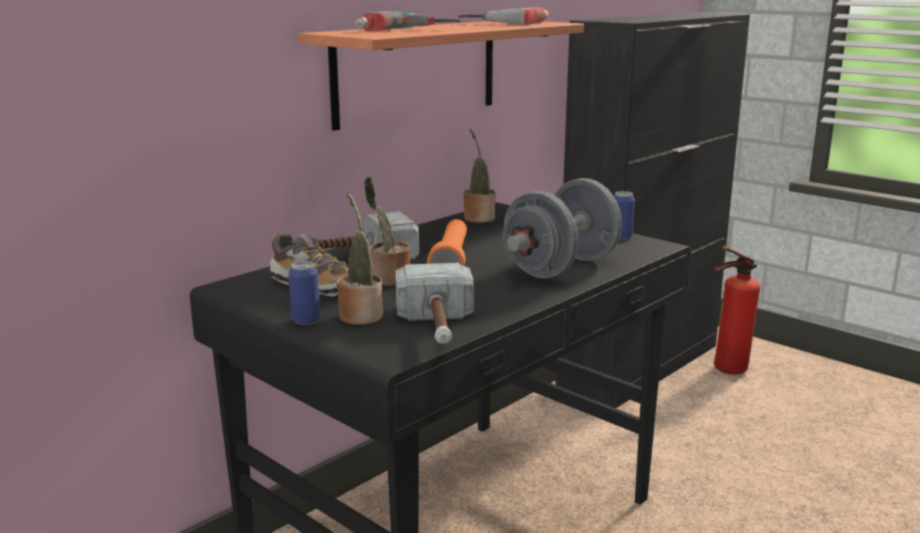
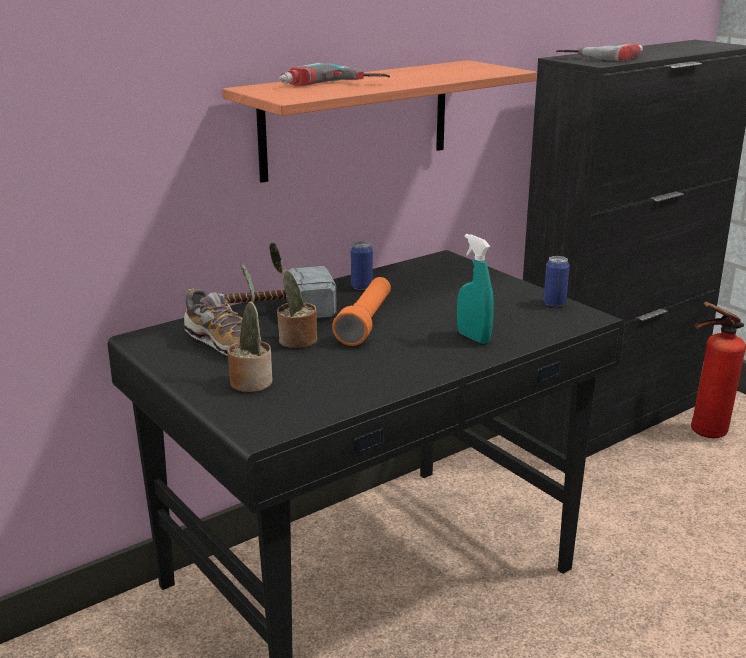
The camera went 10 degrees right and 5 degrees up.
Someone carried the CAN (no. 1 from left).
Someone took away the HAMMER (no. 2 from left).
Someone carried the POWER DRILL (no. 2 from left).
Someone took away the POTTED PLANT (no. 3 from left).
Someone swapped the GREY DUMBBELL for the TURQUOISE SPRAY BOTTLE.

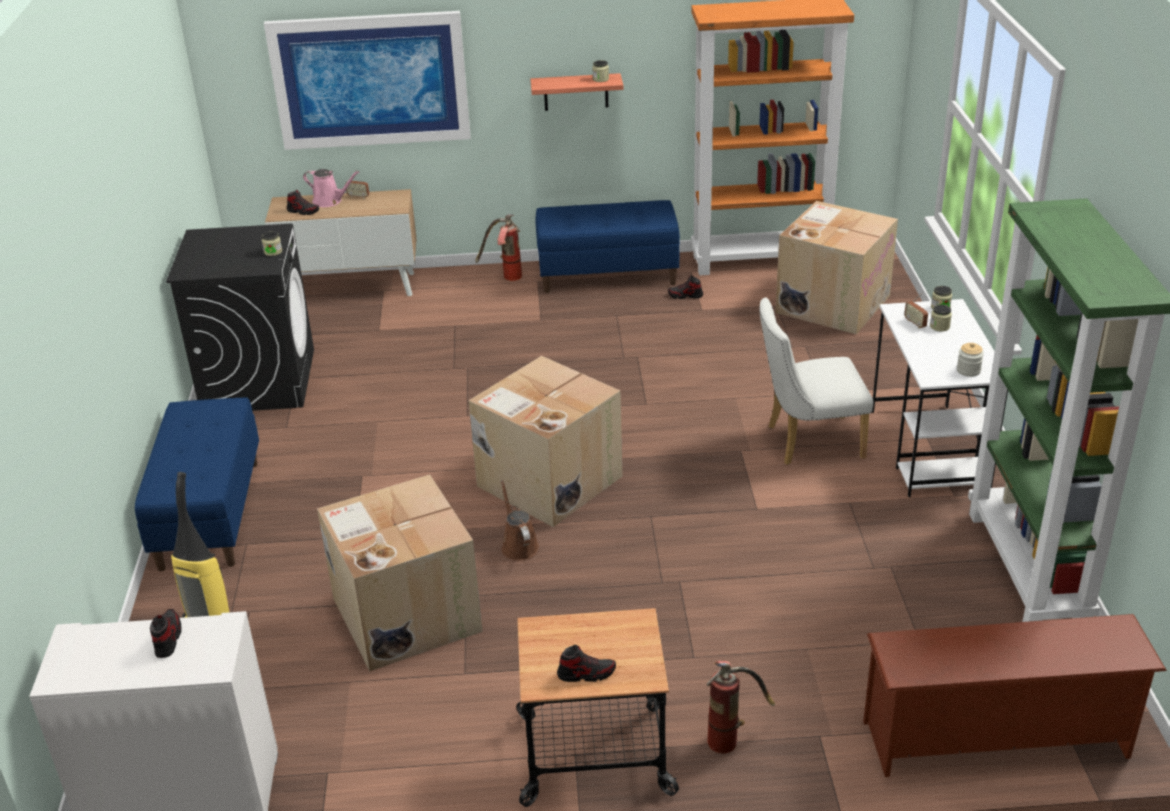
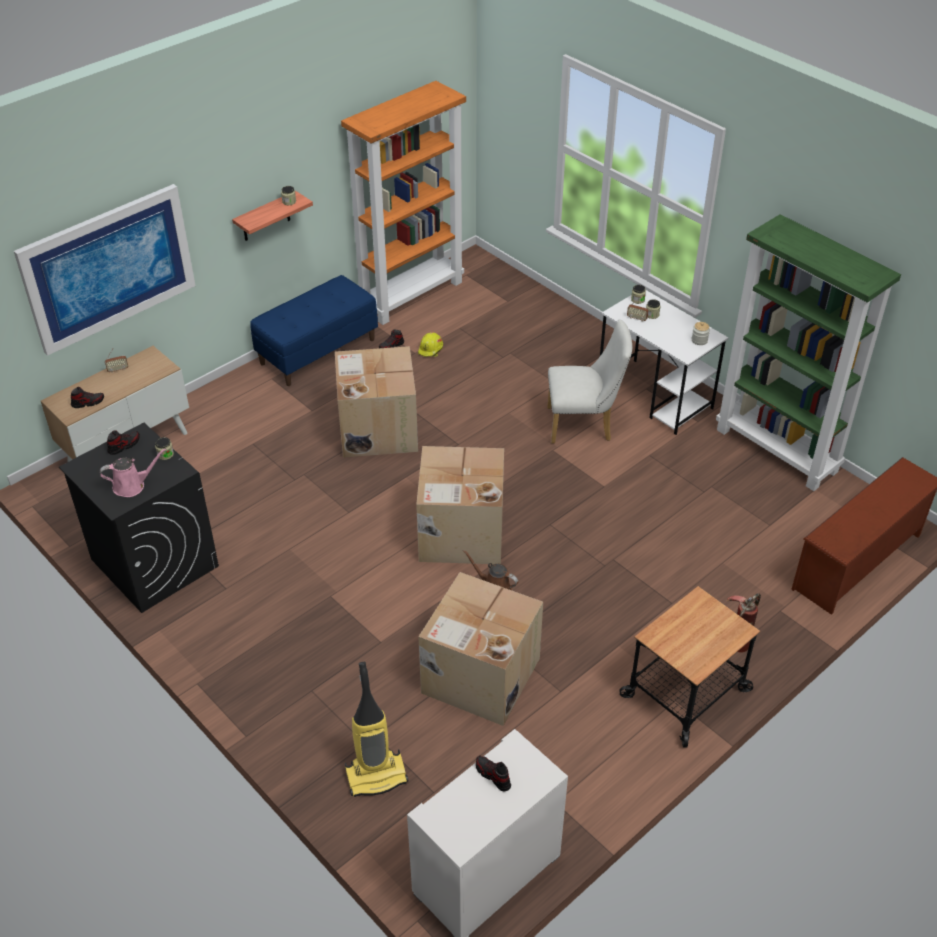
The camera went 40 degrees left and 10 degrees up.
Someone took away the BLUE BENCH (no. 1 from left).
Someone carried the PINK WATERING CAN.
Someone took away the FIRE EXTINGUISHER (no. 1 from left).
Someone carried the SHOE (no. 3 from left in the first image).
Someone rotated the WHITE CHAIR by 135 degrees counterclockwise.
Someone carried the CARDBOARD BOX (no. 3 from left in the first image).
Someone put down the YELLOW HARD HAT.

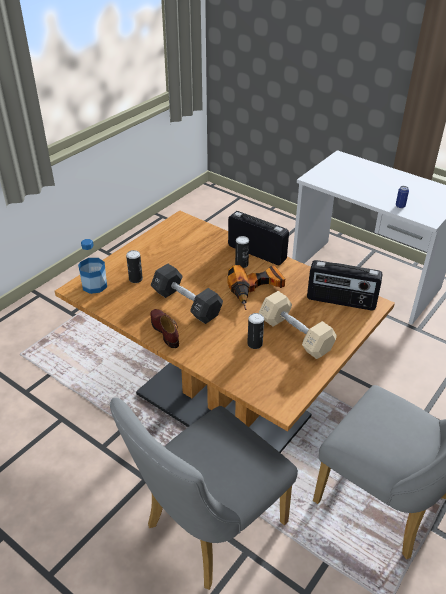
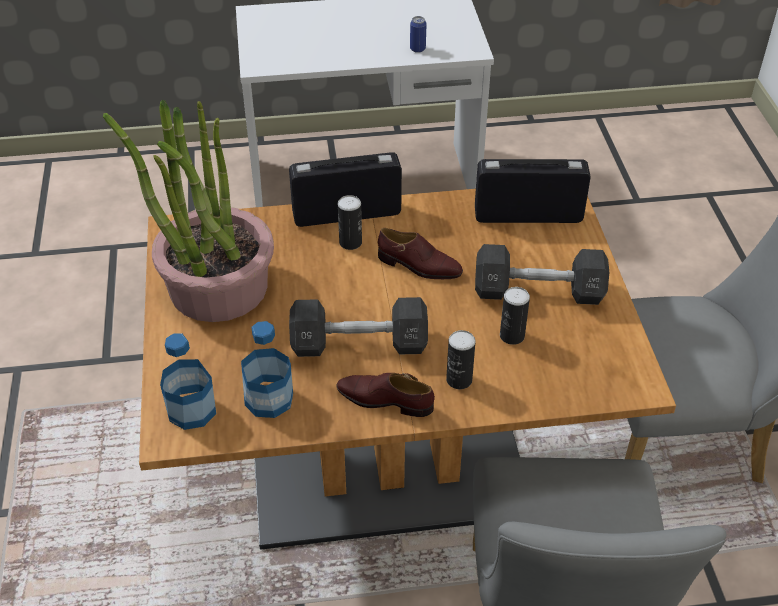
The camera went 45 degrees left and 5 degrees up.
Someone carried the CAN (no. 1 from left in the first image).
Someone swapped the POWER DRILL for the BROWN SHOE (no. 2 from left).
Someone repainted the BEIGE DUMBBELL, which became the BLACK DUMBBELL (no. 2 from left).
Someone rotated the RADIO (no. 2 from left) by 150 degrees counterclockwise.
Someone put down the POTTED PLANT.
Someone put down the BOTTLE (no. 2 from left).

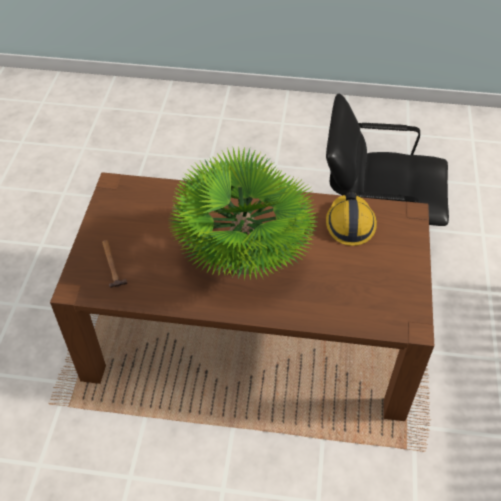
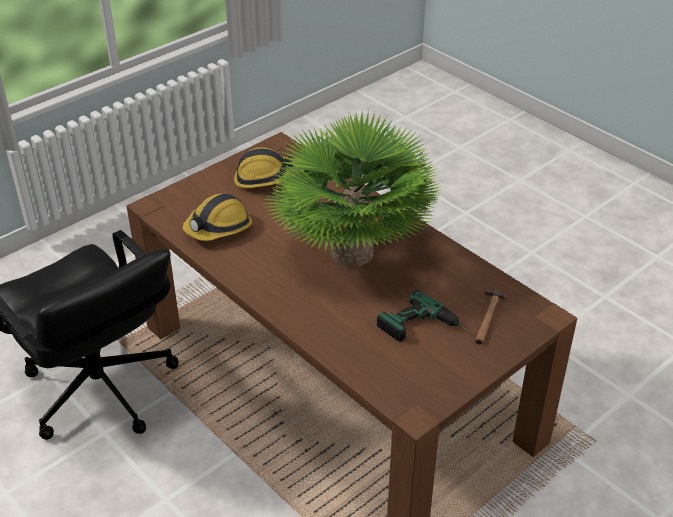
The camera went 140 degrees left and 10 degrees down.
Someone put down the HARD HAT (no. 2 from left).
Someone put down the POWER DRILL.

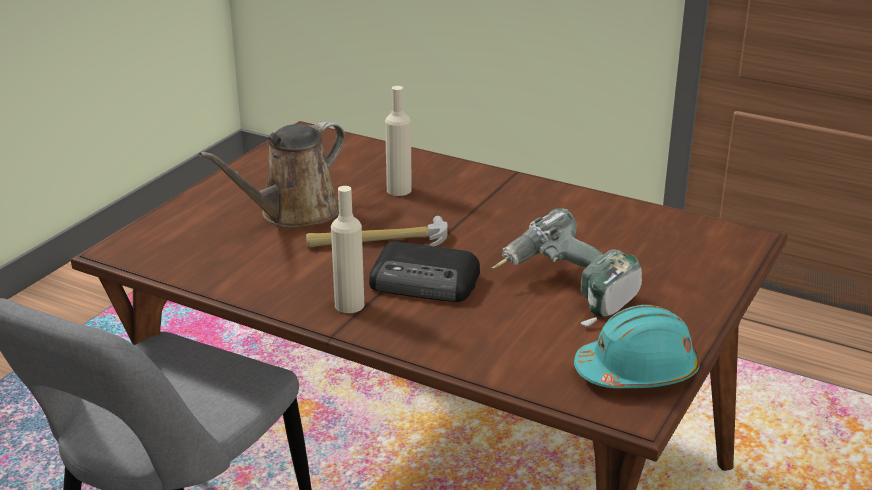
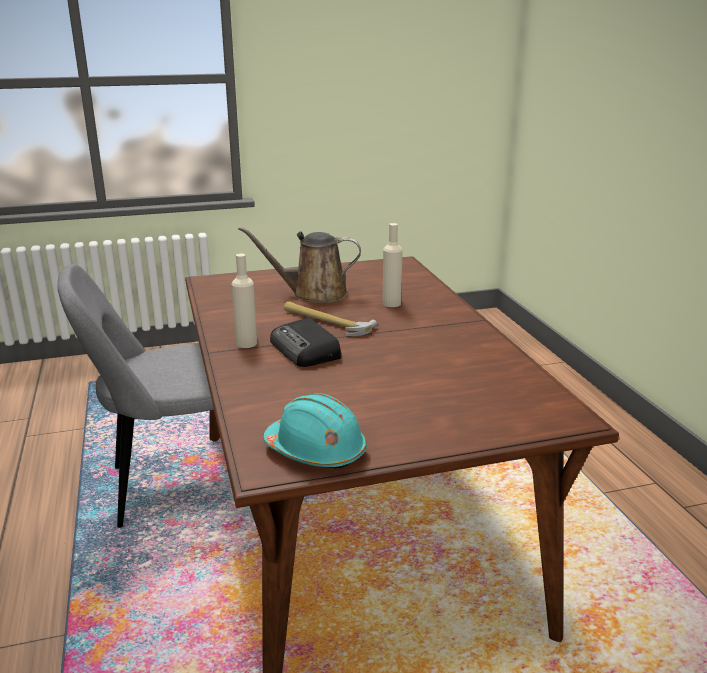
The camera went 45 degrees right and 5 degrees down.
Someone took away the POWER DRILL.

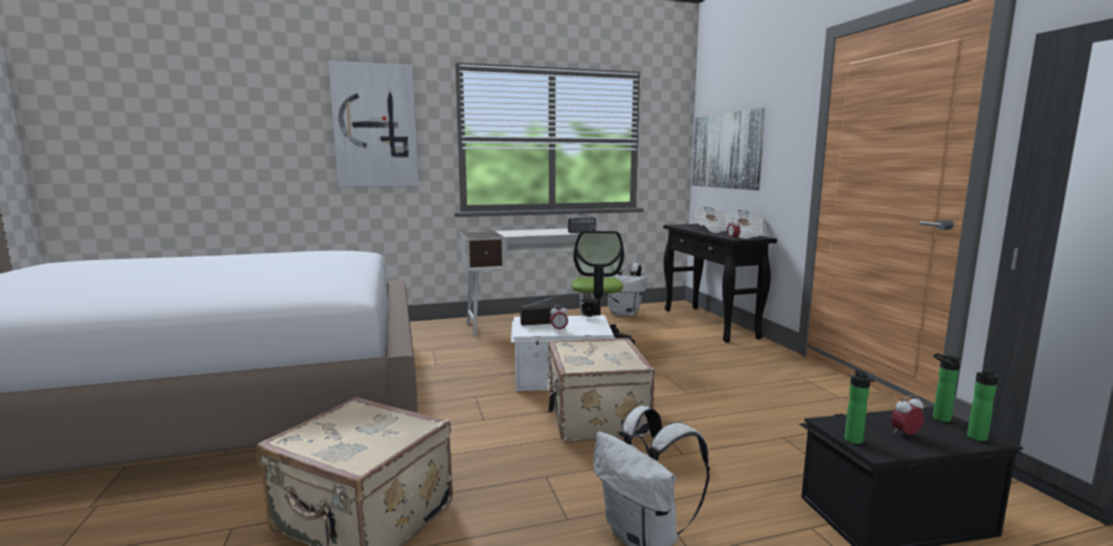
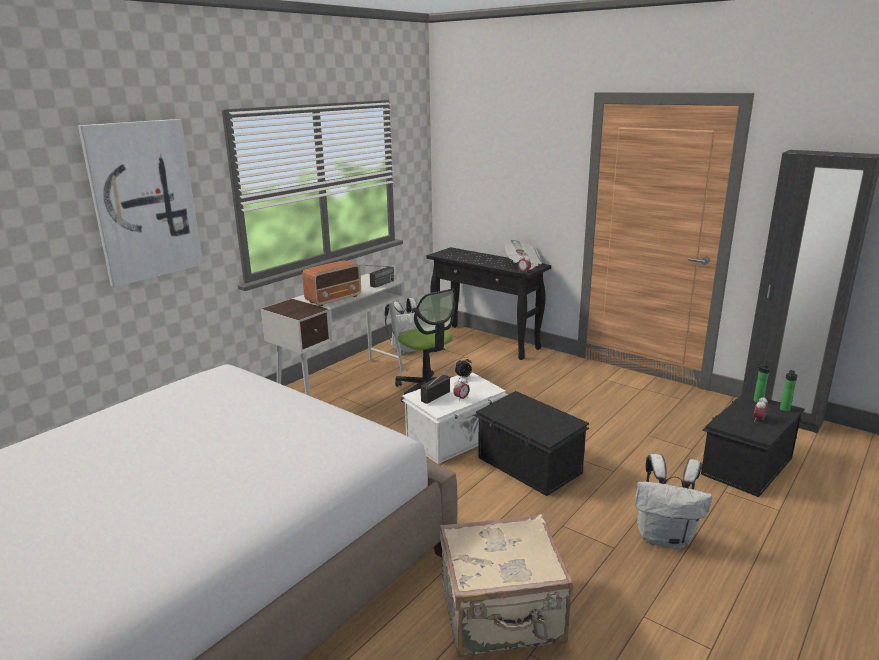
The camera went 35 degrees left and 10 degrees up.
Someone swapped the BEIGE SUITCASE (no. 2 from left) for the BLACK STORAGE BOX (no. 1 from left).
Someone took away the PICTURE (no. 2 from left).
Someone took away the NEWSPAPER (no. 1 from left).
Someone took away the BOTTLE (no. 1 from left).
Someone put down the RADIO (no. 1 from left).

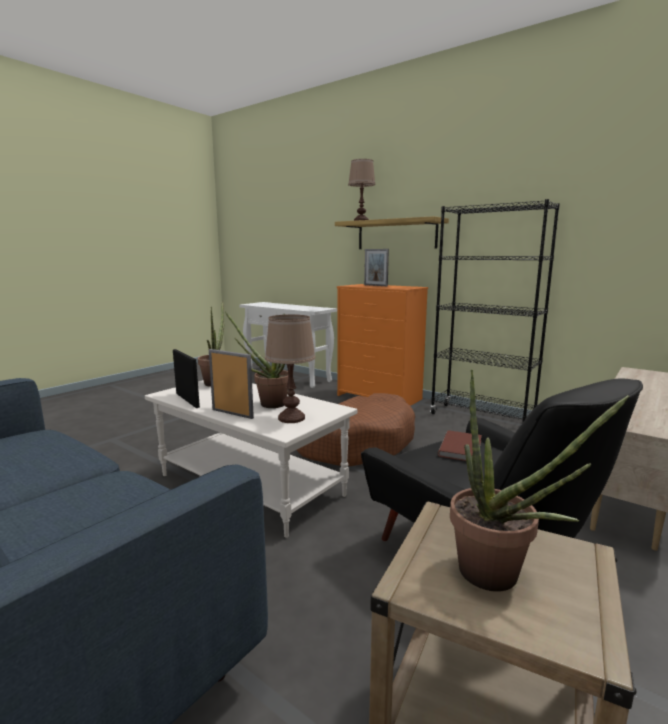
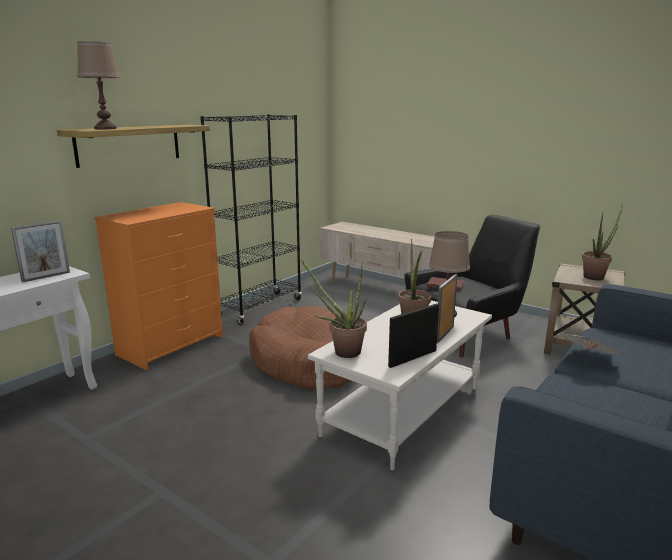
The camera went 90 degrees left and 5 degrees up.
Someone carried the PICTURE FRAME (no. 3 from left in the first image).
Someone put down the NEWSPAPER.

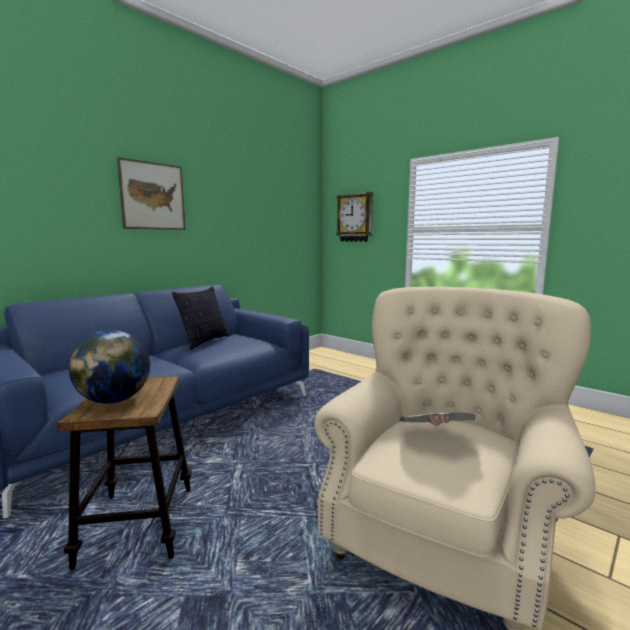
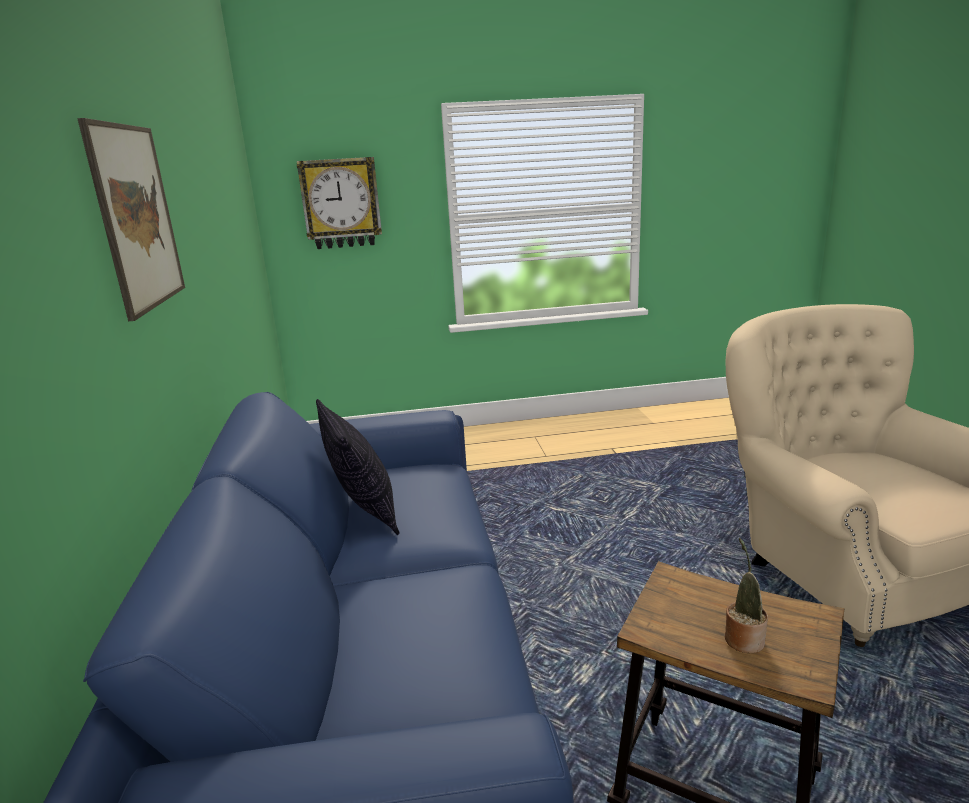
The camera went 50 degrees left and 10 degrees up.
Someone swapped the GLOBE for the POTTED PLANT.
Someone took away the NEWSPAPER.

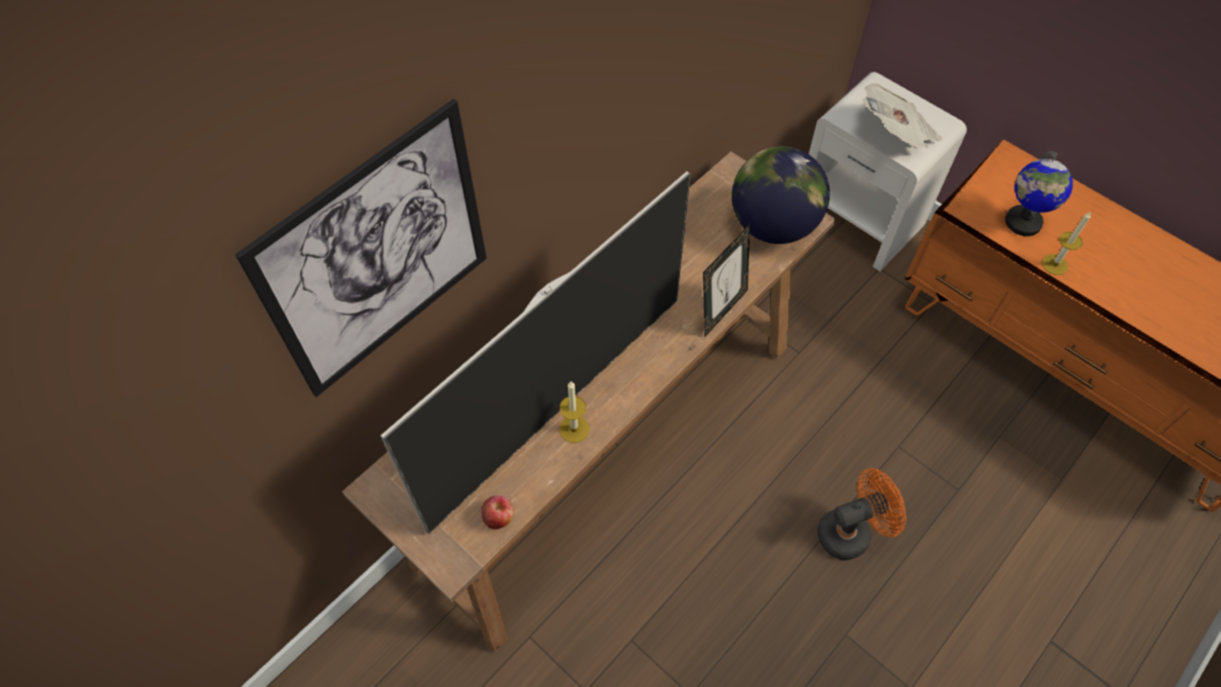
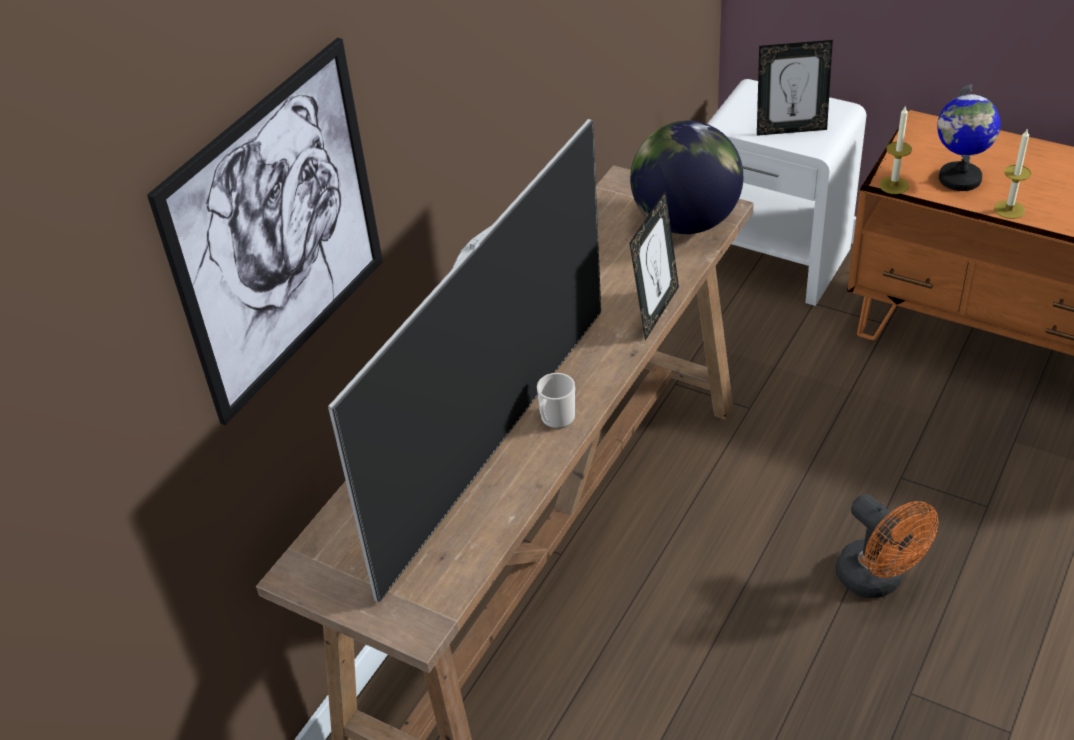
The camera went 10 degrees left and 15 degrees down.
Someone took away the APPLE.
Someone carried the CANDLE (no. 1 from left).
Someone rotated the ORANGE FAN by 90 degrees clockwise.
Someone swapped the NEWSPAPER for the PICTURE FRAME (no. 2 from left).
Someone put down the MUG.

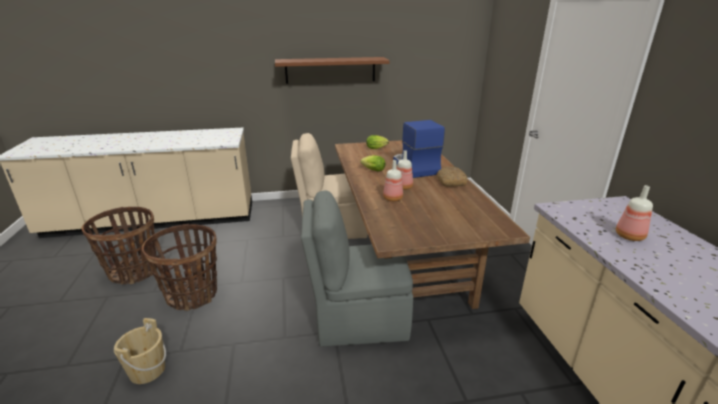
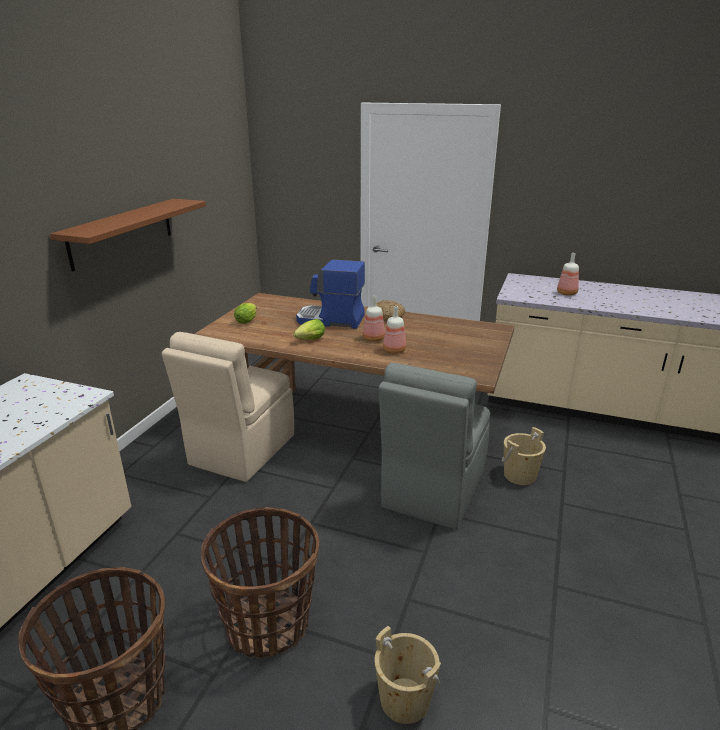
The camera went 60 degrees left and 0 degrees up.
Someone put down the BEIGE BUCKET (no. 2 from left).

